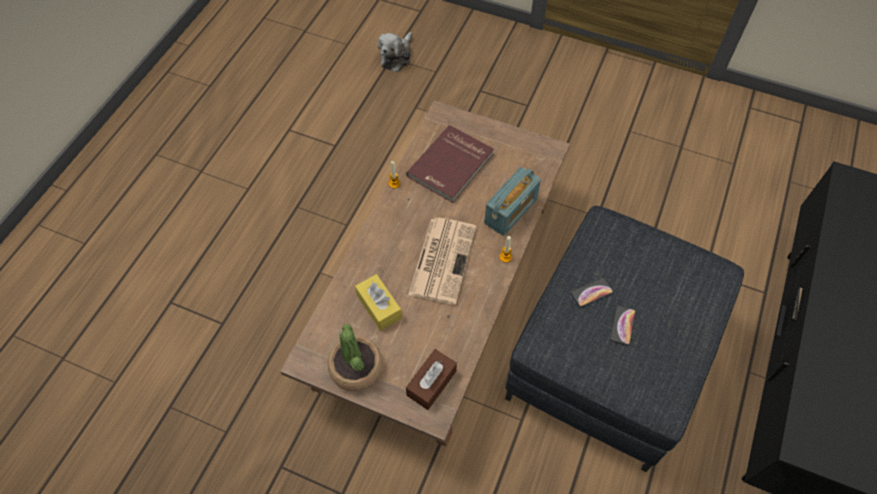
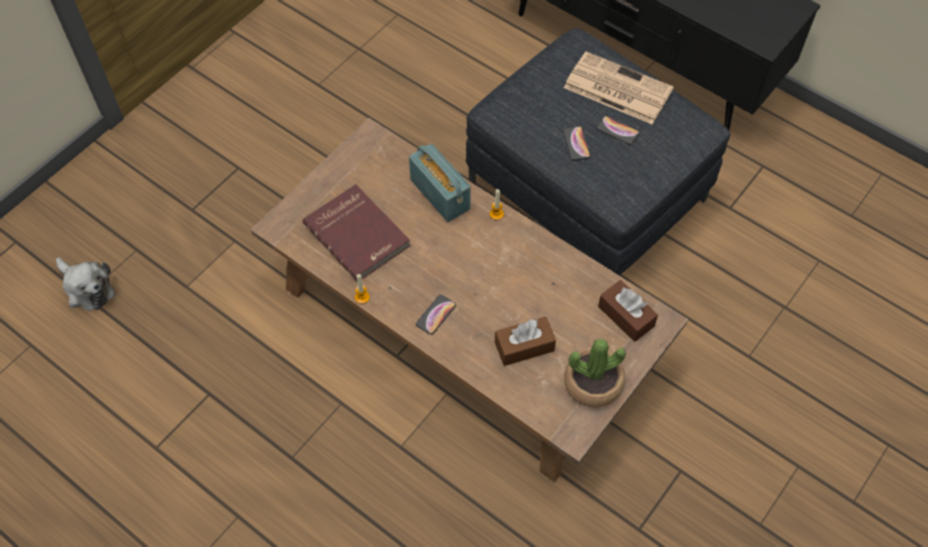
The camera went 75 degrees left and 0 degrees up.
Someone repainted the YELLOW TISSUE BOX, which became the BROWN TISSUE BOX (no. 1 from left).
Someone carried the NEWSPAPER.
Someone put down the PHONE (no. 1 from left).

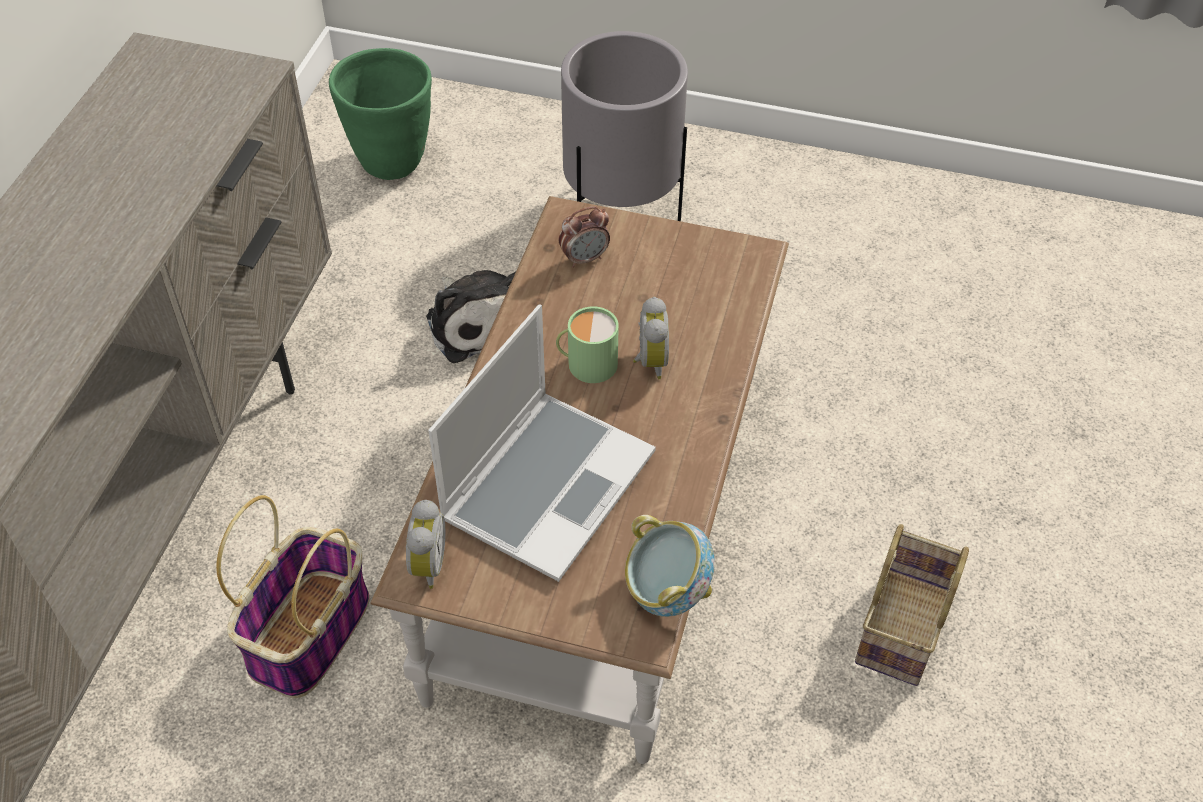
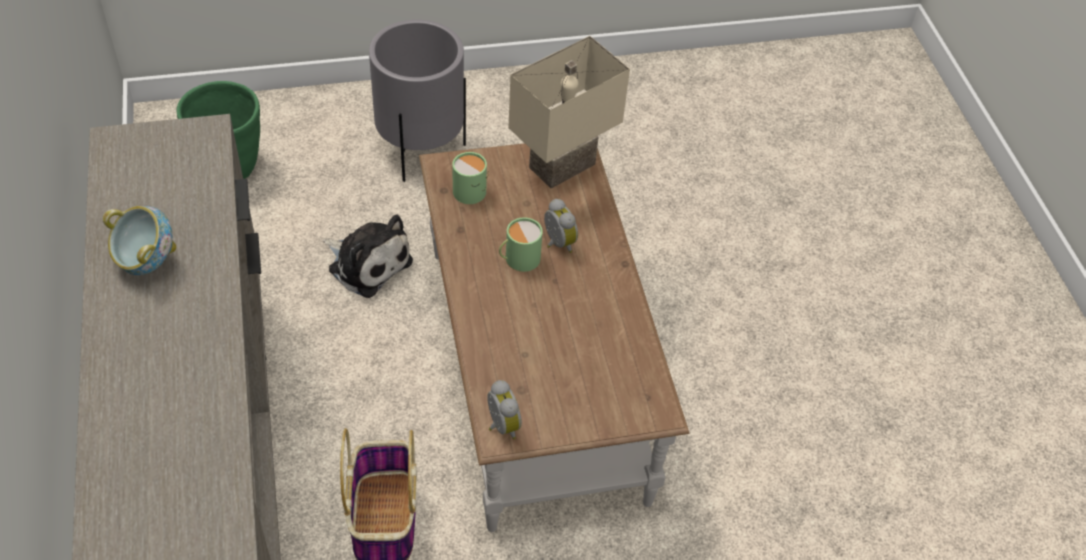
The camera went 30 degrees left and 0 degrees up.
Someone took away the LAPTOP.
Someone swapped the ALARM CLOCK (no. 2 from left) for the GREEN MUG (no. 1 from left).
Someone carried the BOWL.
Someone took away the BASKET (no. 2 from left).
Someone put down the BEIGE TABLE LAMP.

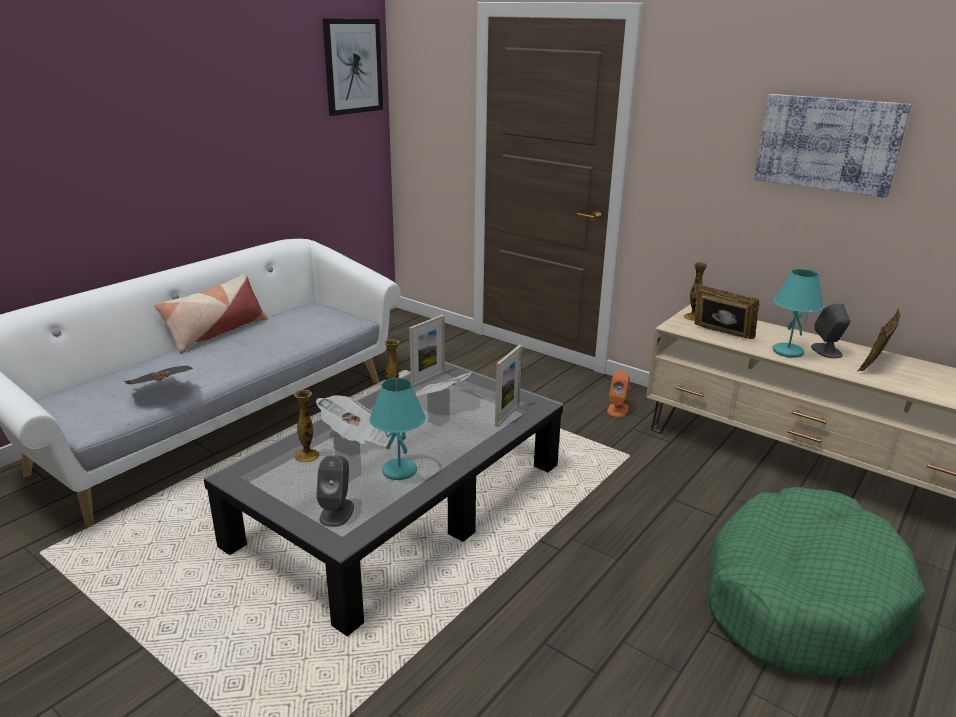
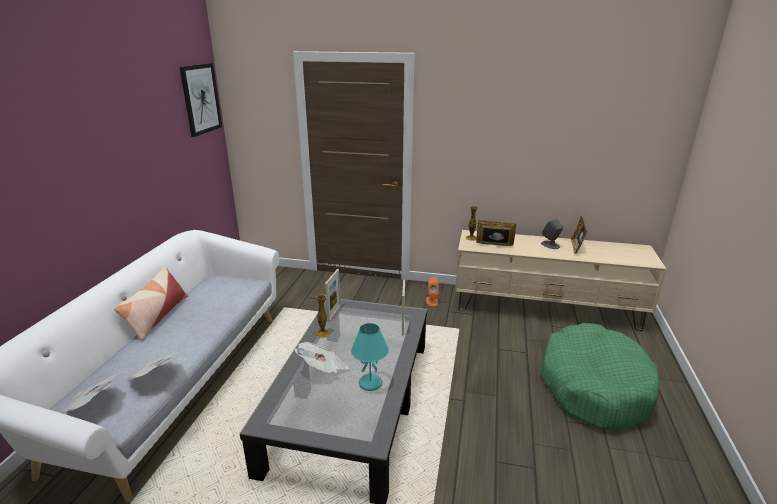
The camera went 25 degrees left and 0 degrees up.
Someone took away the VASE (no. 1 from left).
Someone took away the GREY SPEAKER (no. 1 from left).
Someone carried the NEWSPAPER (no. 3 from left in the first image).
Someone took away the PICTURE (no. 2 from left).
Someone took away the TURQUOISE TABLE LAMP (no. 2 from left).

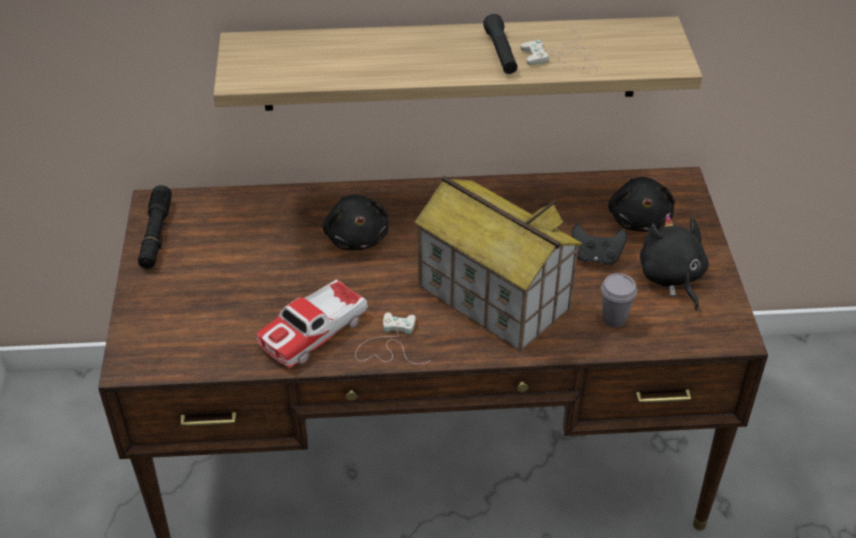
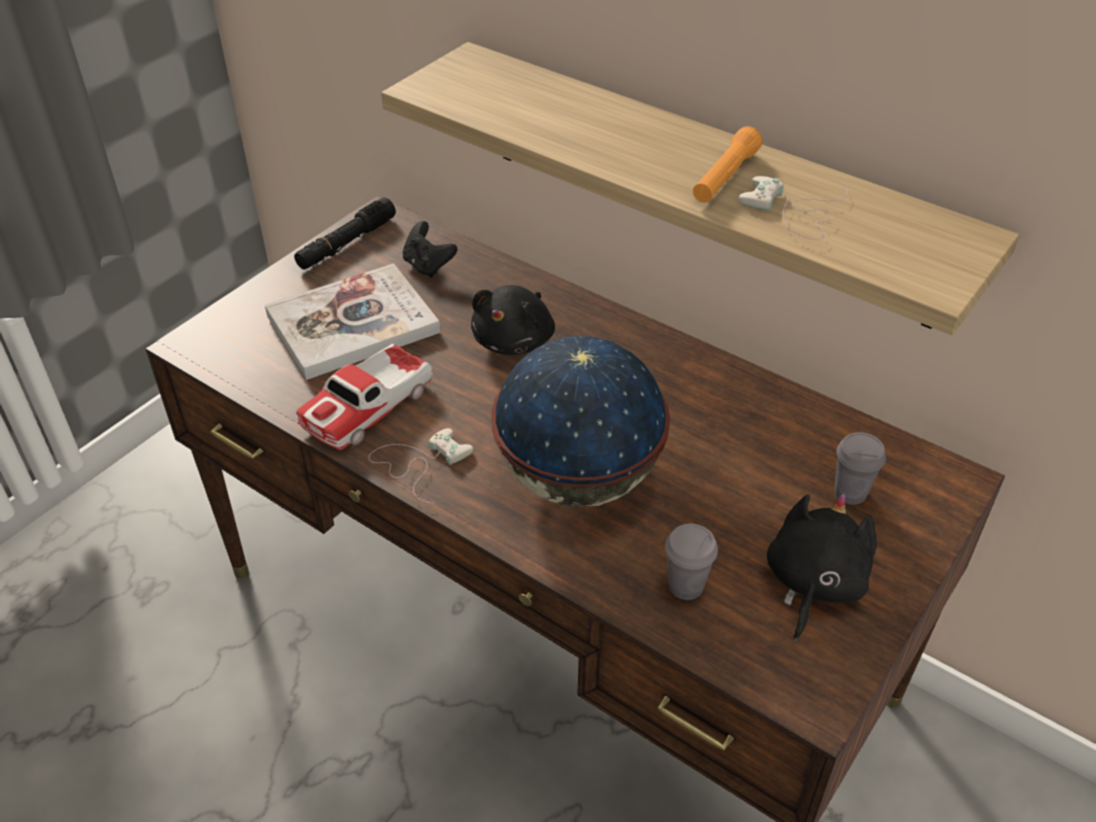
The camera went 40 degrees right and 0 degrees up.
Someone rotated the TOY CAR by 45 degrees counterclockwise.
Someone swapped the TOY HOUSE for the GLOBE.
Someone repainted the BLACK FLASHLIGHT (no. 2 from left), which became the ORANGE FLASHLIGHT.
Someone carried the BLACK GAME CONTROLLER.
Someone swapped the BLACK PLUSH TOY (no. 2 from left) for the GREY CUP (no. 2 from left).
Someone put down the BOOK.

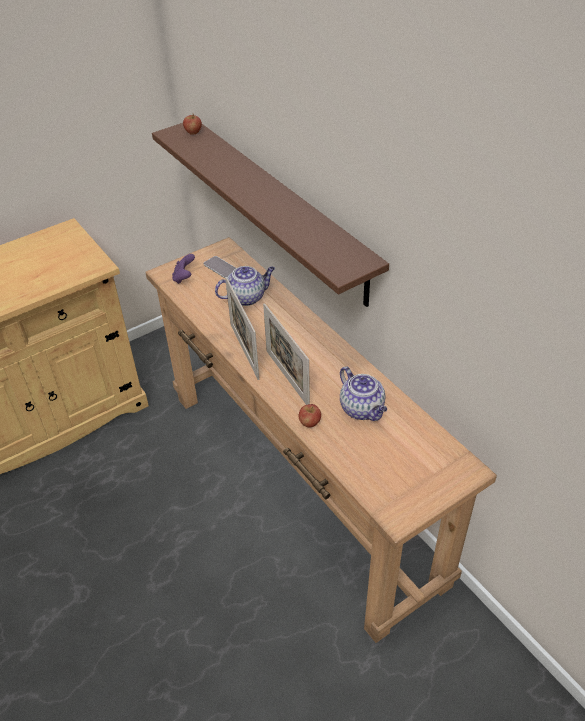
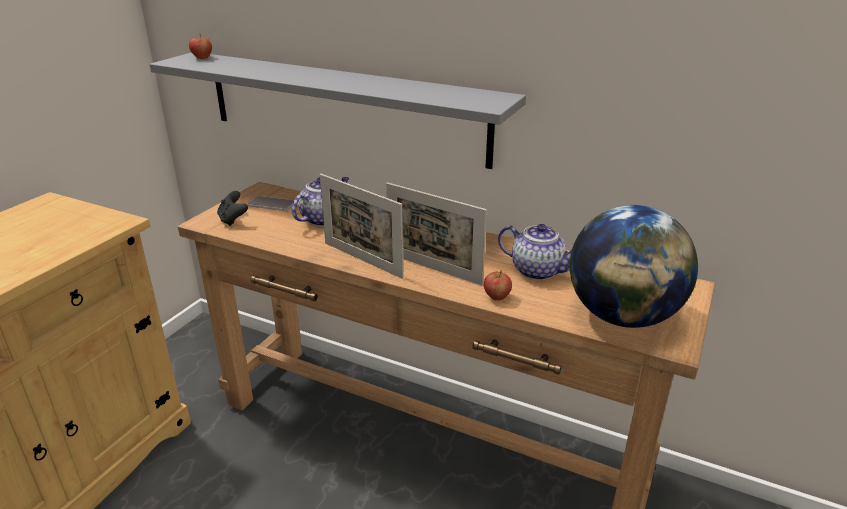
The camera went 30 degrees left and 15 degrees down.
Someone repainted the BROWN SHELF, which became the GREY SHELF.
Someone repainted the PURPLE GAME CONTROLLER, which became the BLACK GAME CONTROLLER.
Someone put down the GLOBE.

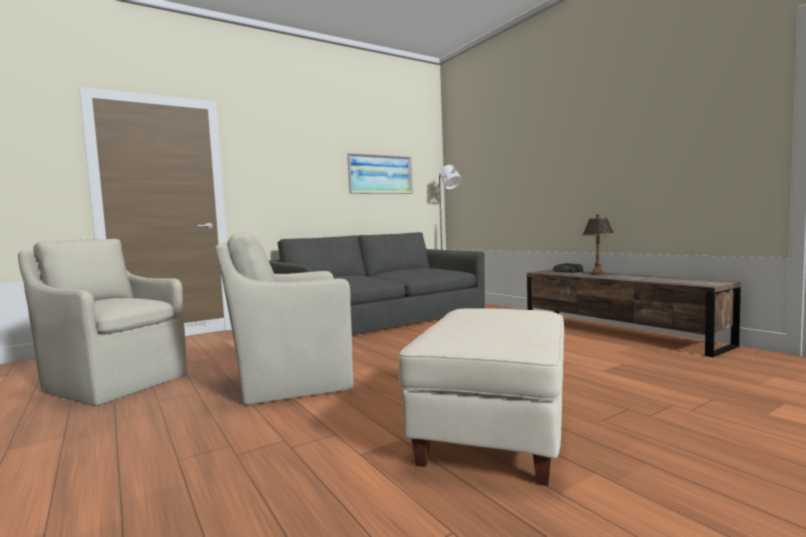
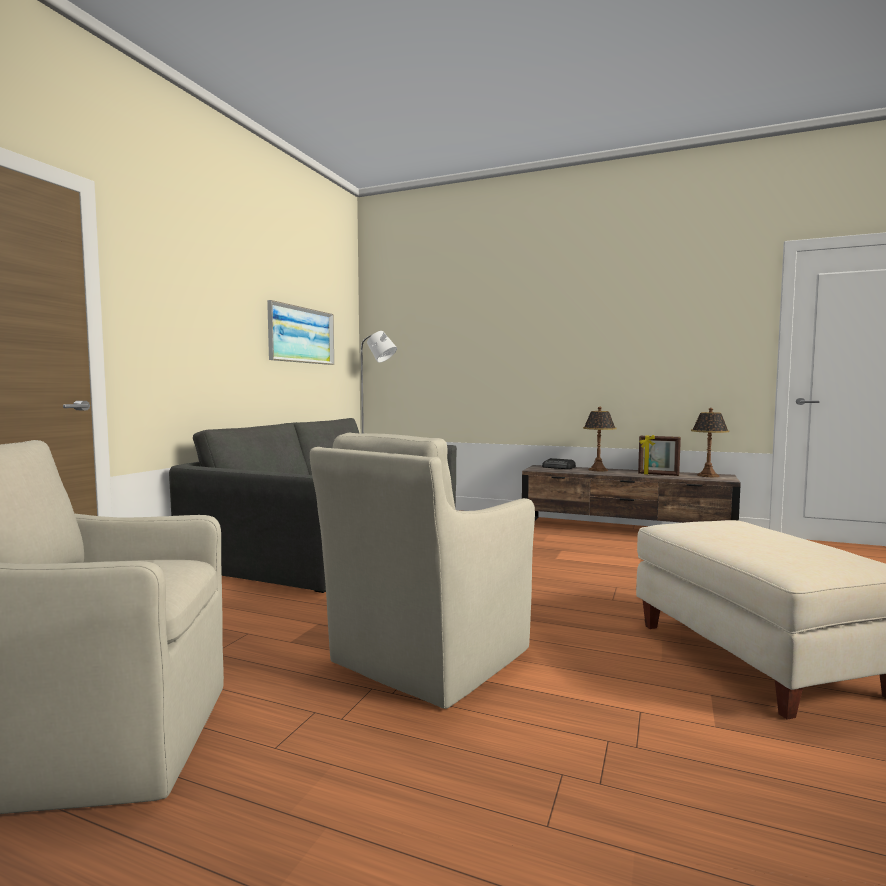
The camera went 35 degrees left and 0 degrees up.
Someone put down the PICTURE FRAME.
Someone put down the TABLE LAMP (no. 2 from left).

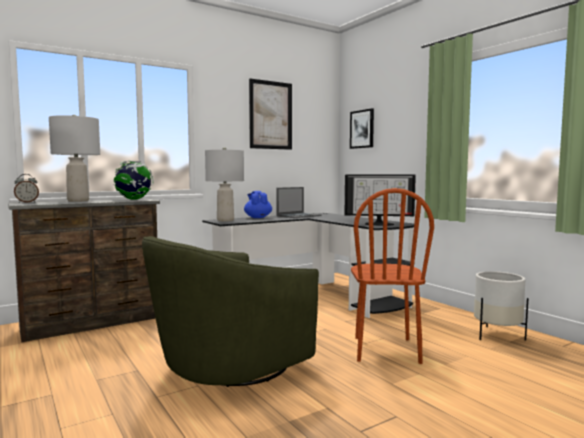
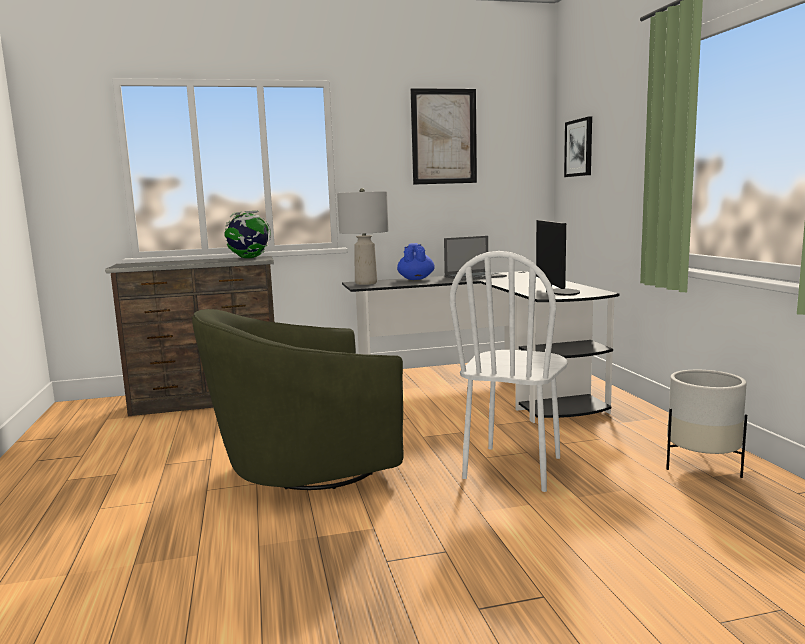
The camera went 20 degrees right and 5 degrees up.
Someone took away the ALARM CLOCK.
Someone took away the GREY TABLE LAMP (no. 1 from left).
Someone rotated the MONITOR by 120 degrees counterclockwise.
Someone repainted the BROWN CHAIR, which became the WHITE CHAIR.

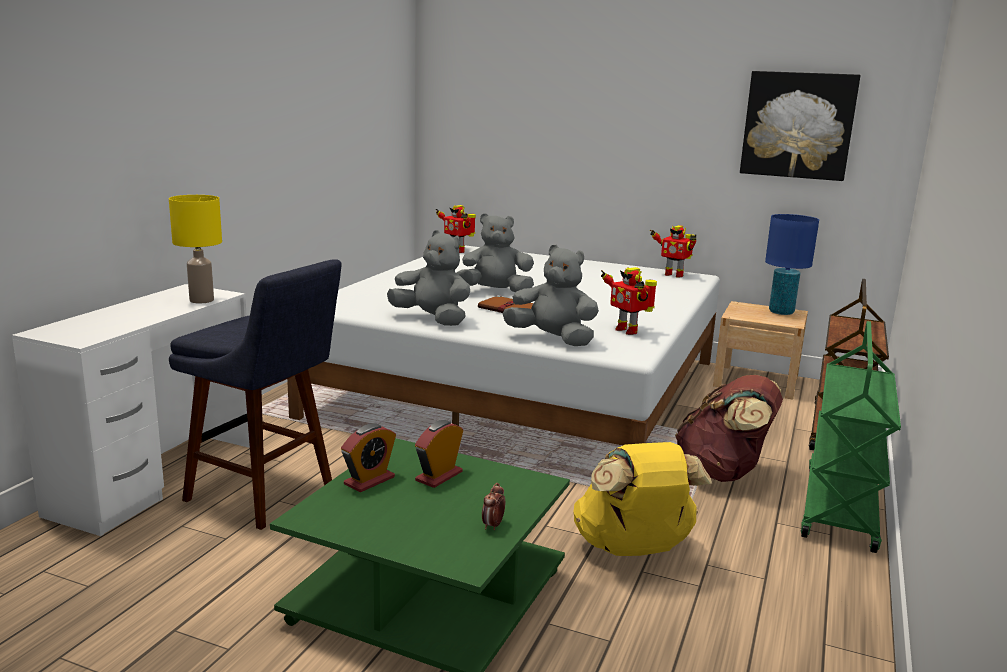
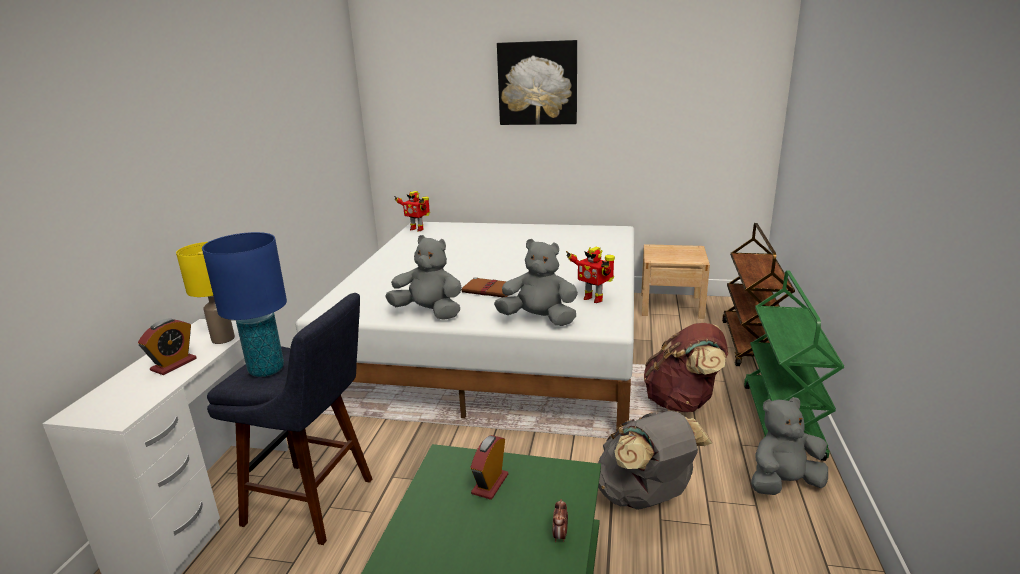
The camera went 10 degrees left and 5 degrees up.
Someone carried the ALARM CLOCK (no. 1 from left).
Someone carried the GREY PLUSH TOY (no. 2 from left in the first image).
Someone repainted the YELLOW BACKPACK, which became the GREY BACKPACK.
Someone took away the TOY ROBOT (no. 3 from left).
Someone carried the PICTURE.
Someone carried the BLUE TABLE LAMP.

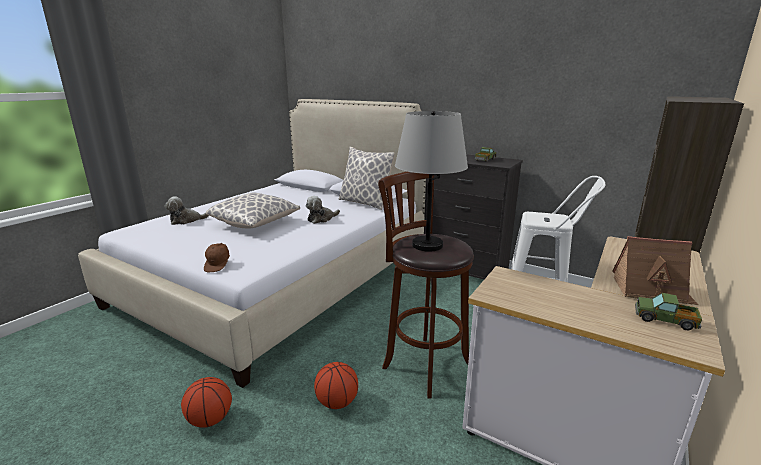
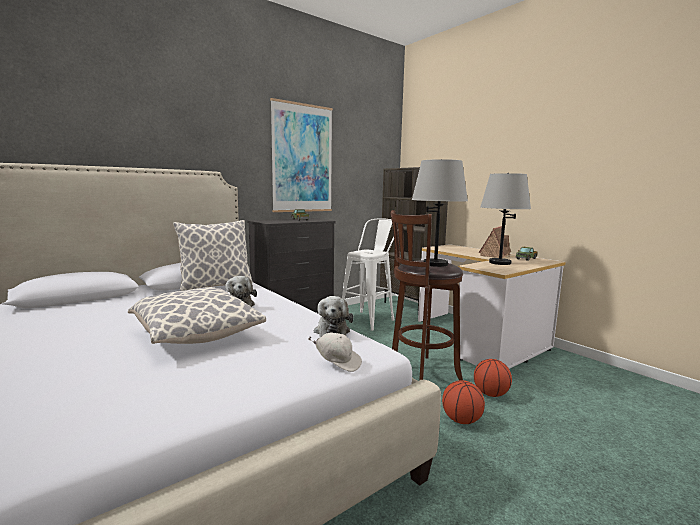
The camera went 70 degrees left and 10 degrees down.
Someone carried the PLUSH TOY (no. 1 from left in the first image).
Someone carried the BASKETBALL (no. 1 from left in the first image).
Someone repainted the BROWN CAP, which became the WHITE CAP.
Someone put up the PICTURE.
Someone put down the GREY TABLE LAMP (no. 2 from left).

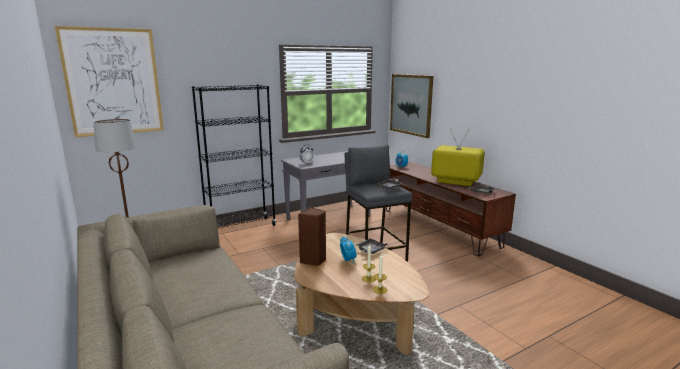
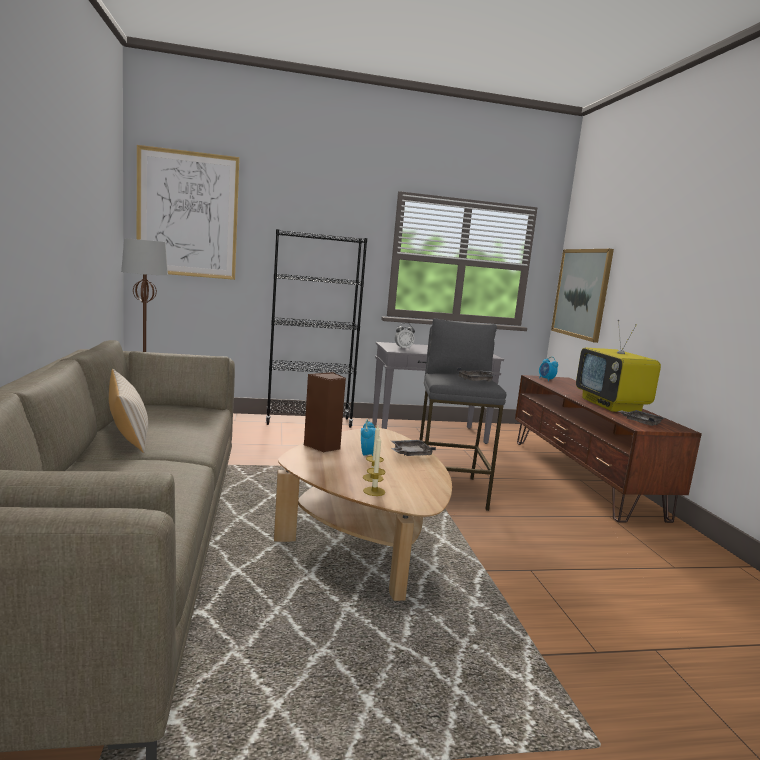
The camera went 20 degrees right and 5 degrees down.
Someone rotated the TELEVISION by 150 degrees counterclockwise.
Someone put down the BEIGE PILLOW.

